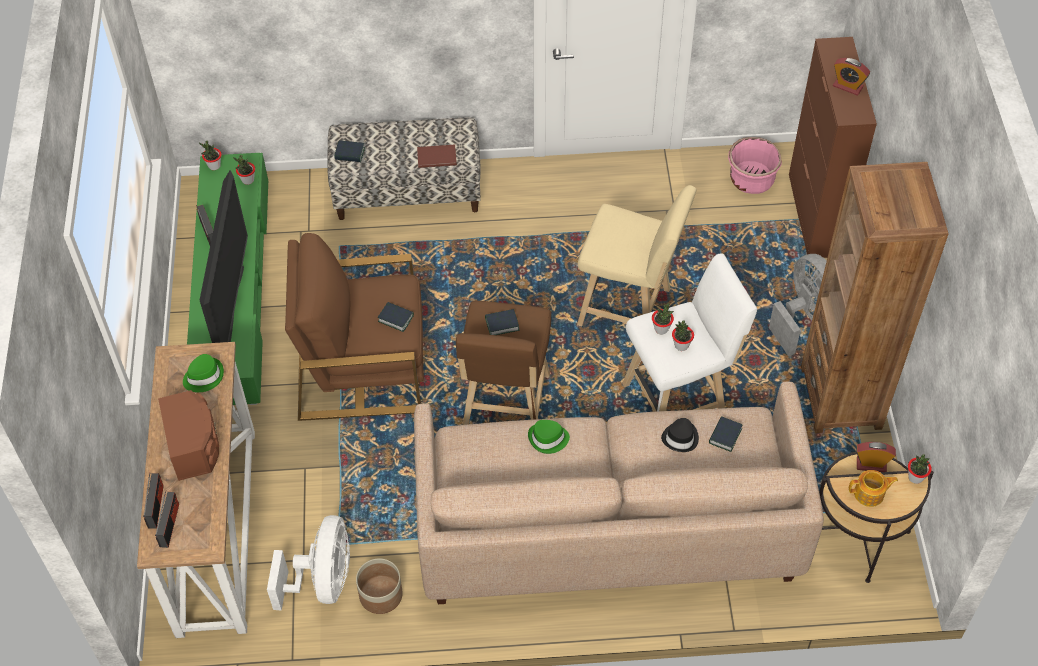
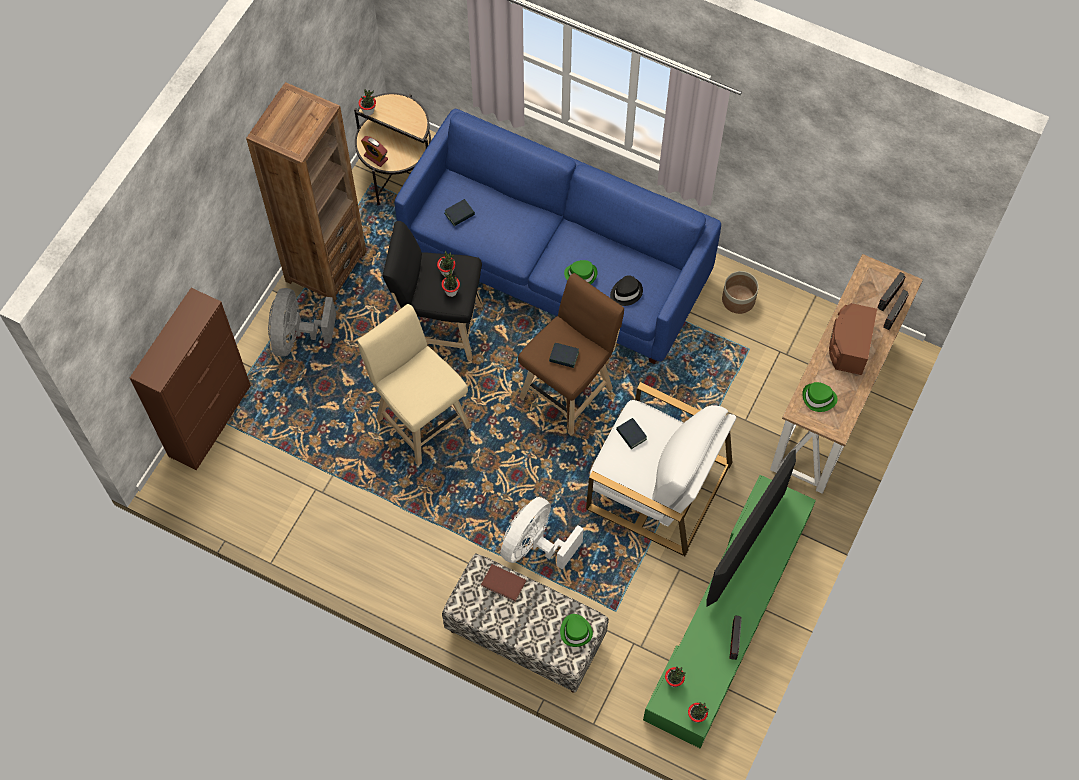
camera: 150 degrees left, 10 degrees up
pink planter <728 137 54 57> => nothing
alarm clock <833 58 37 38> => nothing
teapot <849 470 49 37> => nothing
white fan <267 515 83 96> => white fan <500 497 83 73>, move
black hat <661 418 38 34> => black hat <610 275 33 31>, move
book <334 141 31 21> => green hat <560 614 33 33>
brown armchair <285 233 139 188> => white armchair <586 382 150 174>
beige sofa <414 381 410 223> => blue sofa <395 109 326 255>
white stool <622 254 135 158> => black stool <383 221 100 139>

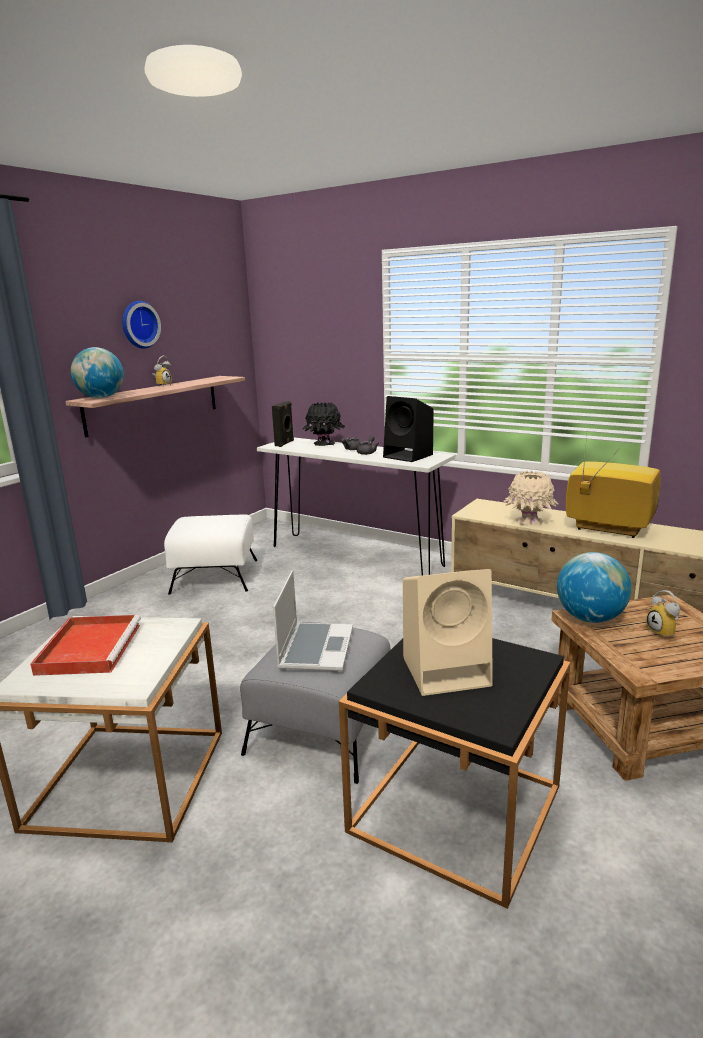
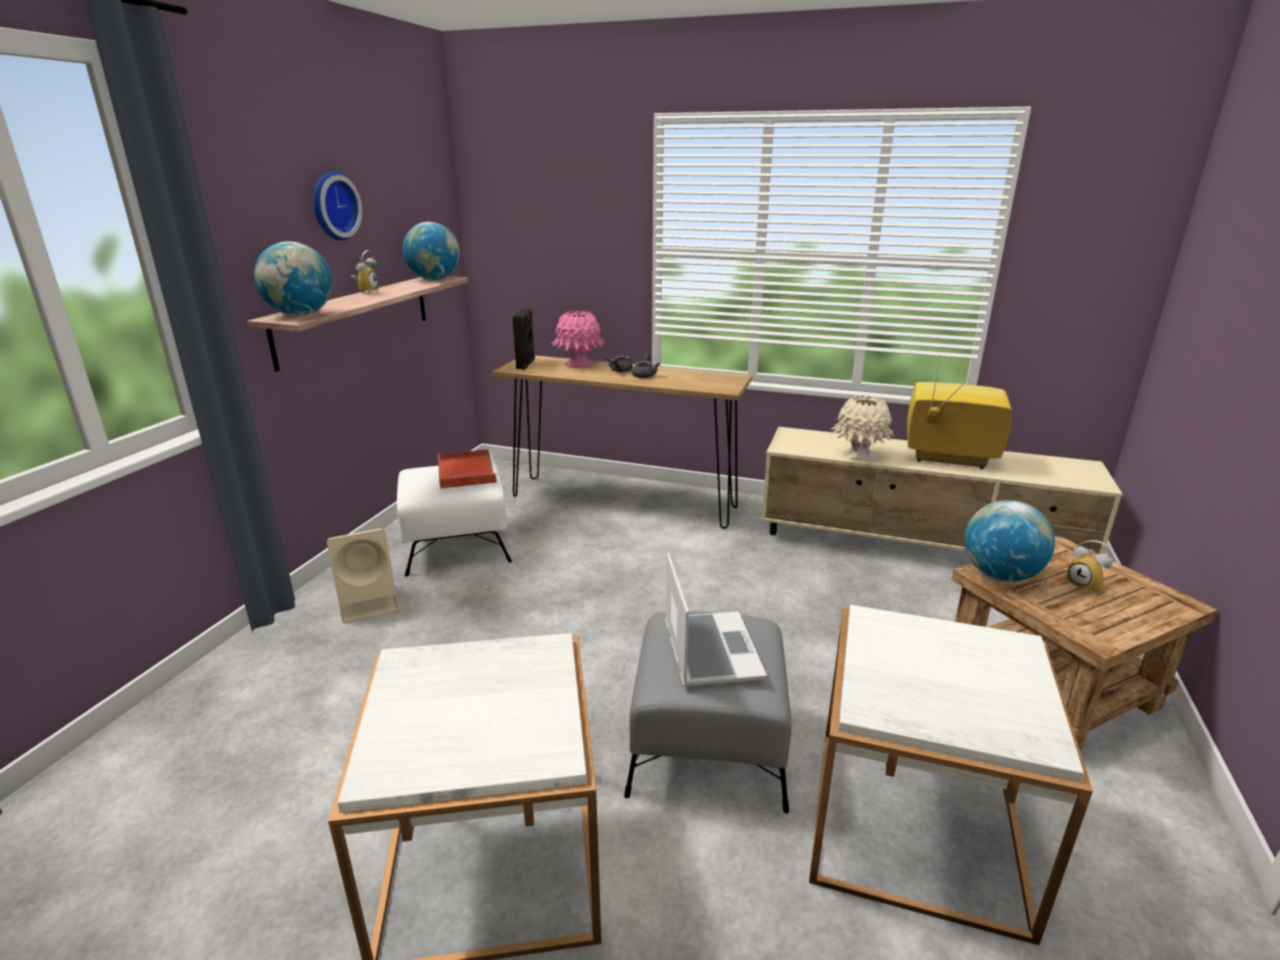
camera: 15 degrees left, 5 degrees up
black speaker <383 396 51 66> => nothing
nothing => globe <403 222 57 58>
red tray <30 615 111 61> => red tray <438 449 60 40>, move
beige speaker <403 569 90 127> => beige speaker <327 528 72 95>, move
white console table <257 438 198 137> => brown console table <492 356 261 173>
black vase <302 402 43 44> => pink vase <551 310 54 57>
black side table <339 638 232 271> => white side table <809 605 284 340>

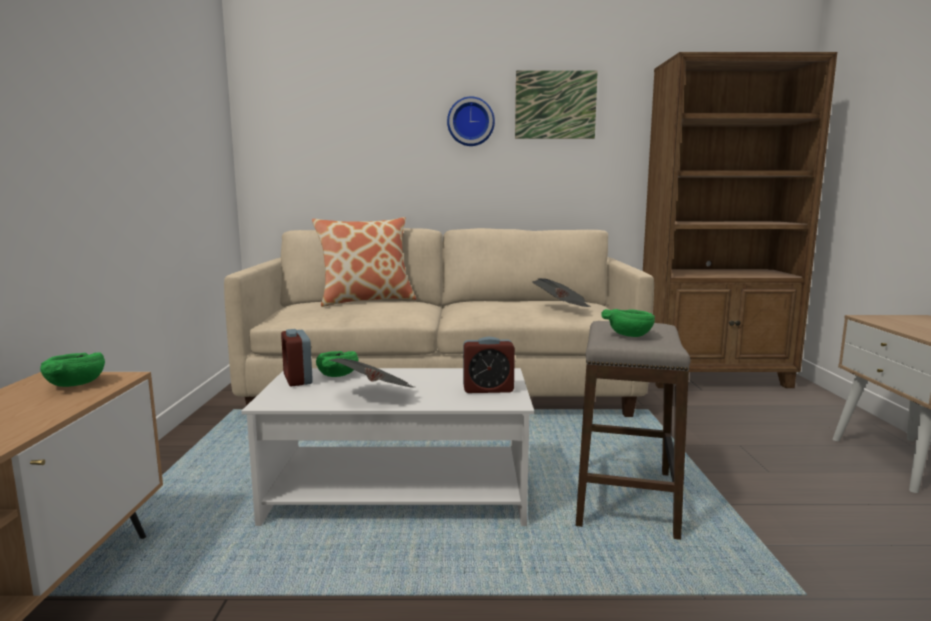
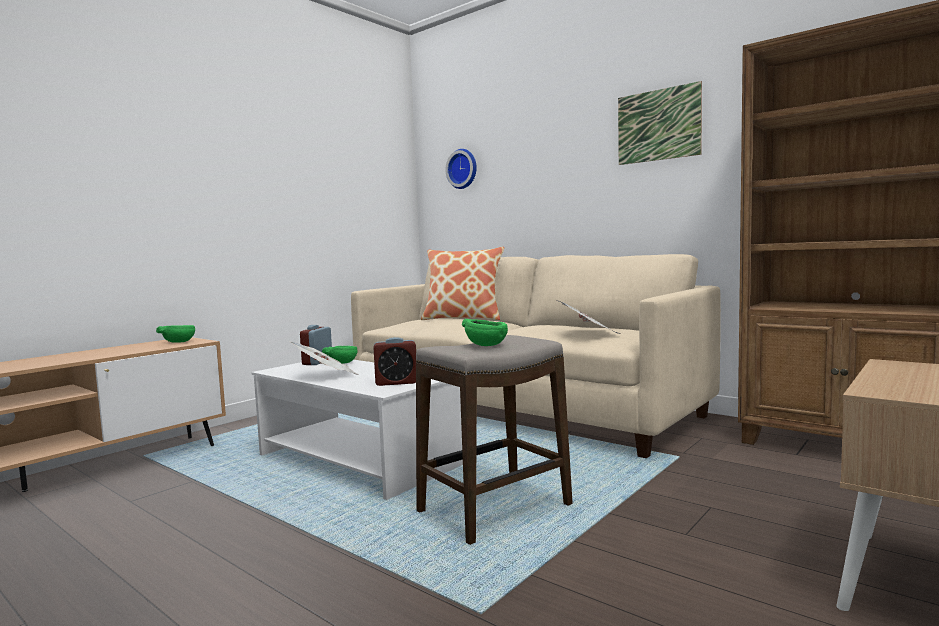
camera: 40 degrees right, 5 degrees down
wall clock <447 97 48 49> => wall clock <445 149 32 40>, move
alarm clock <463 337 52 56> => alarm clock <374 337 42 49>, 45 degrees counterclockwise

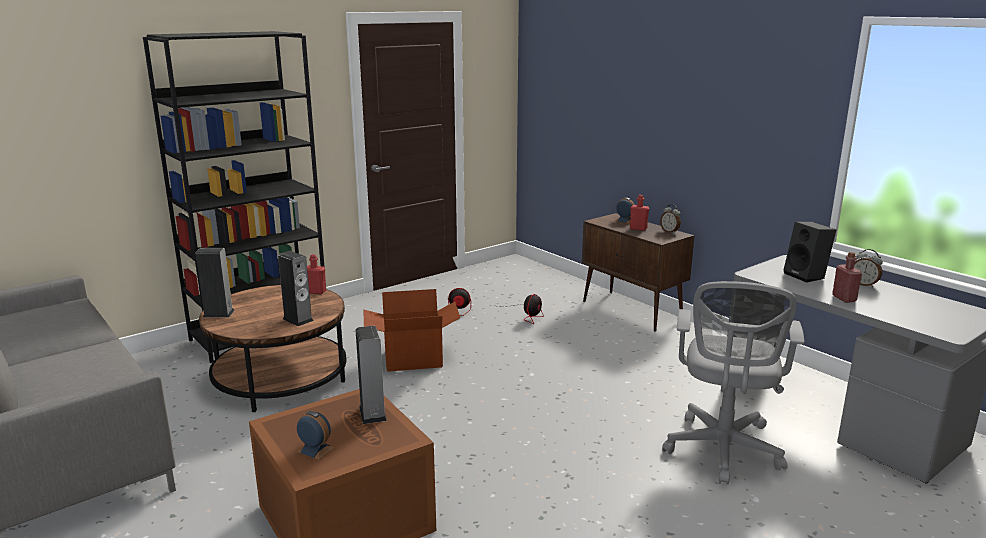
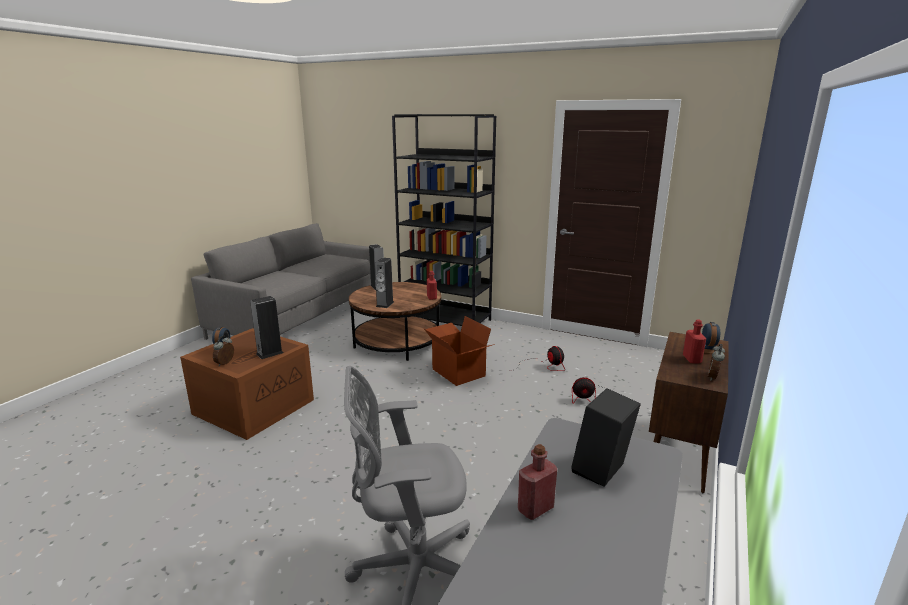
camera: 65 degrees right, 0 degrees up
alarm clock <854 249 29 39> => alarm clock <213 336 21 30>, move

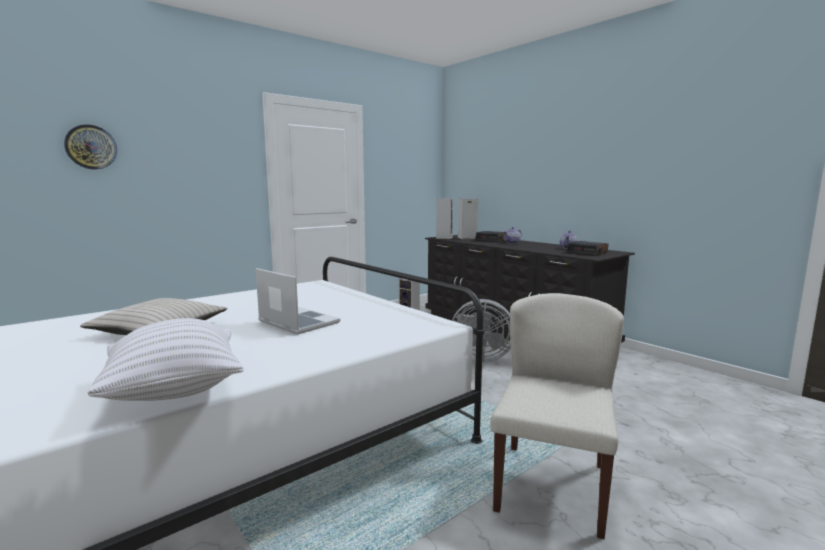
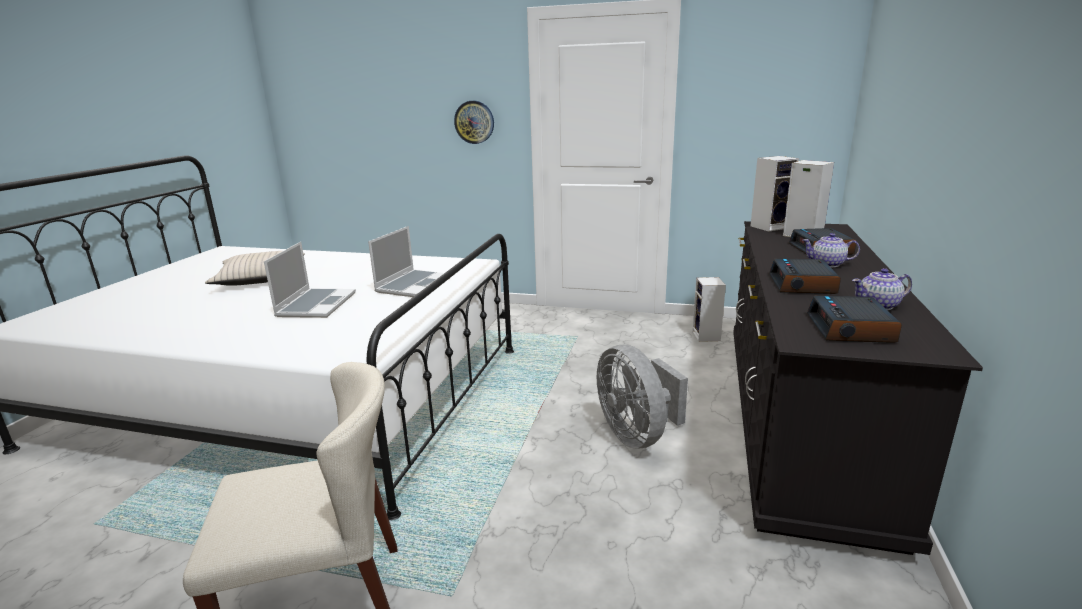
camera: 55 degrees right, 10 degrees up
white pillow <88 318 156 83> => nothing
nothing => laptop <368 226 82 71>
nothing => alarm clock <769 258 72 36>
wall clock <64 124 53 46> => wall clock <454 101 40 43>, move

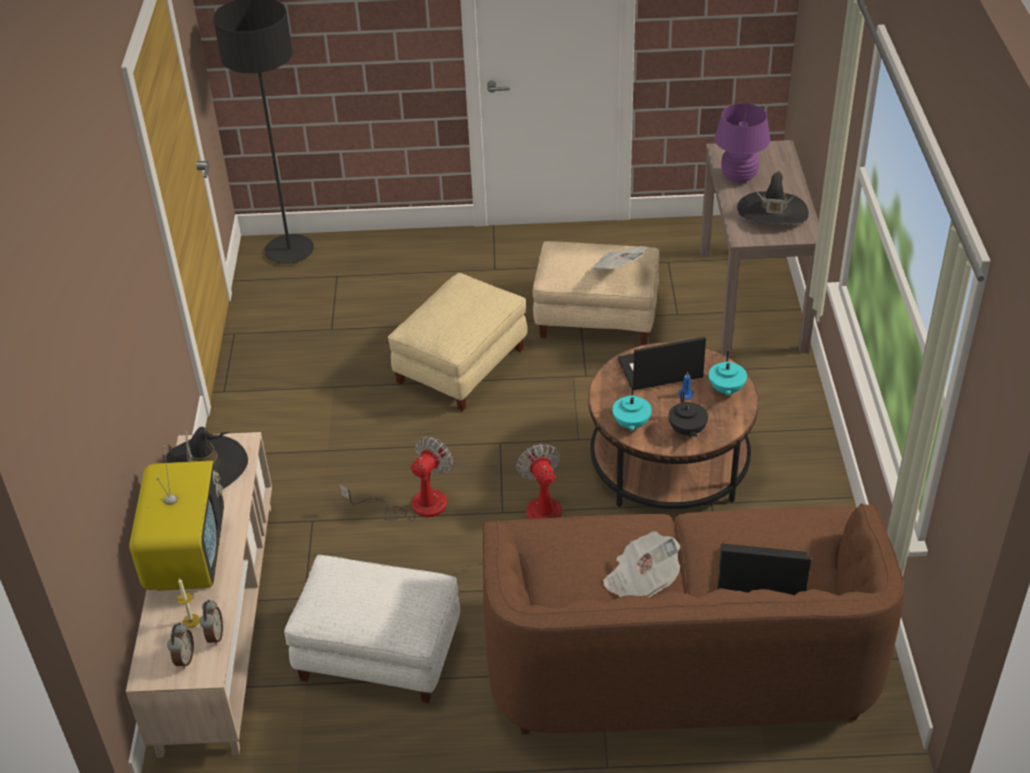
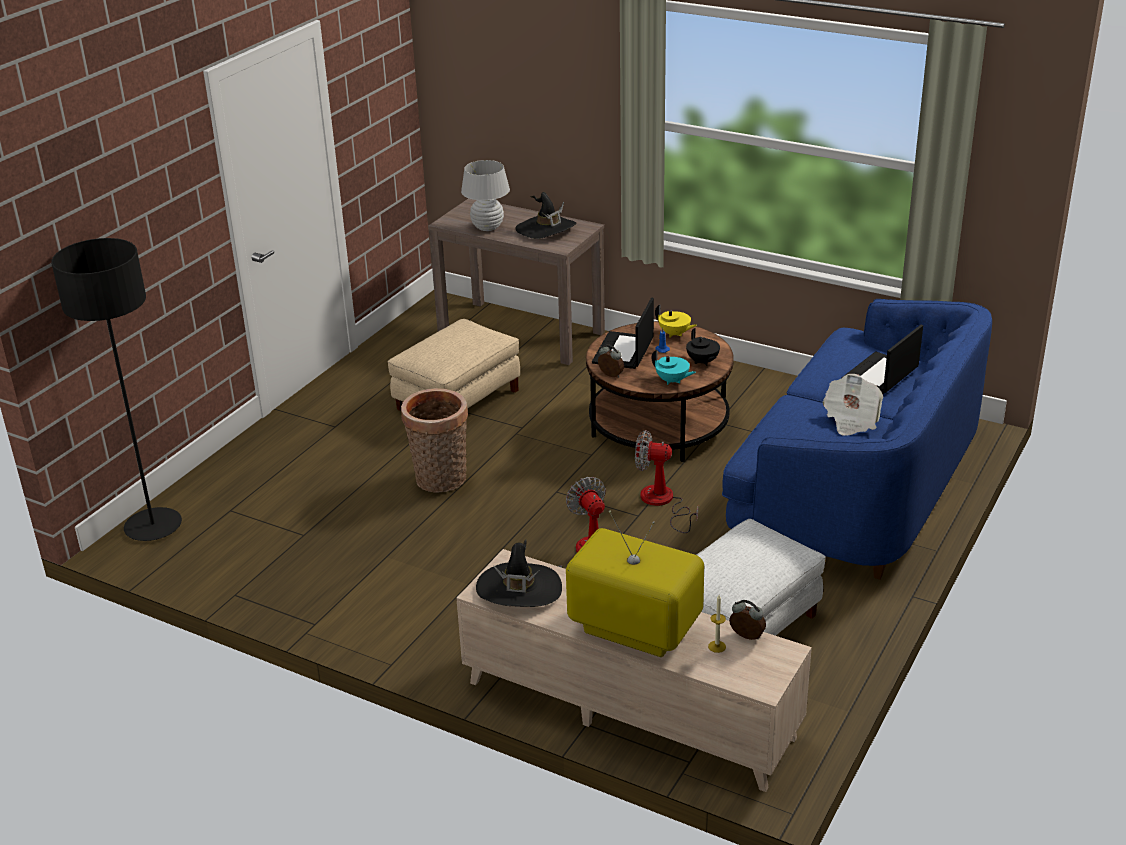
camera: 60 degrees left, 10 degrees down
newspaper <591 246 57 23> => nothing
alarm clock <167 622 27 47> => alarm clock <598 344 26 33>, move
beige ottoman <388 273 139 138> => basket <401 388 67 104>
brown sofa <483 503 421 232> => blue sofa <722 299 270 281>
turquoise teapot <709 351 38 46> => yellow teapot <655 305 42 33>
purple table lamp <714 103 56 80> => white table lamp <461 160 49 71>
black teapot <669 391 39 47> => black teapot <686 328 34 38>, 45 degrees clockwise

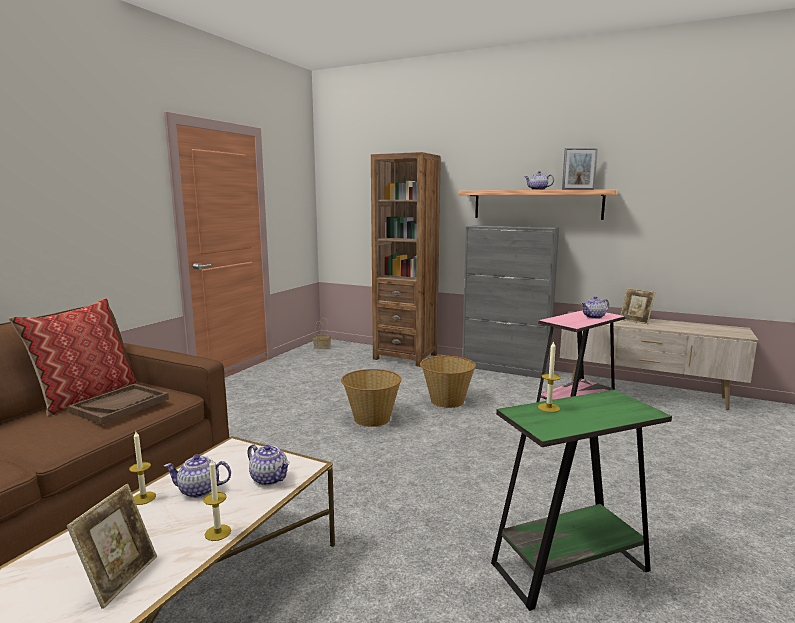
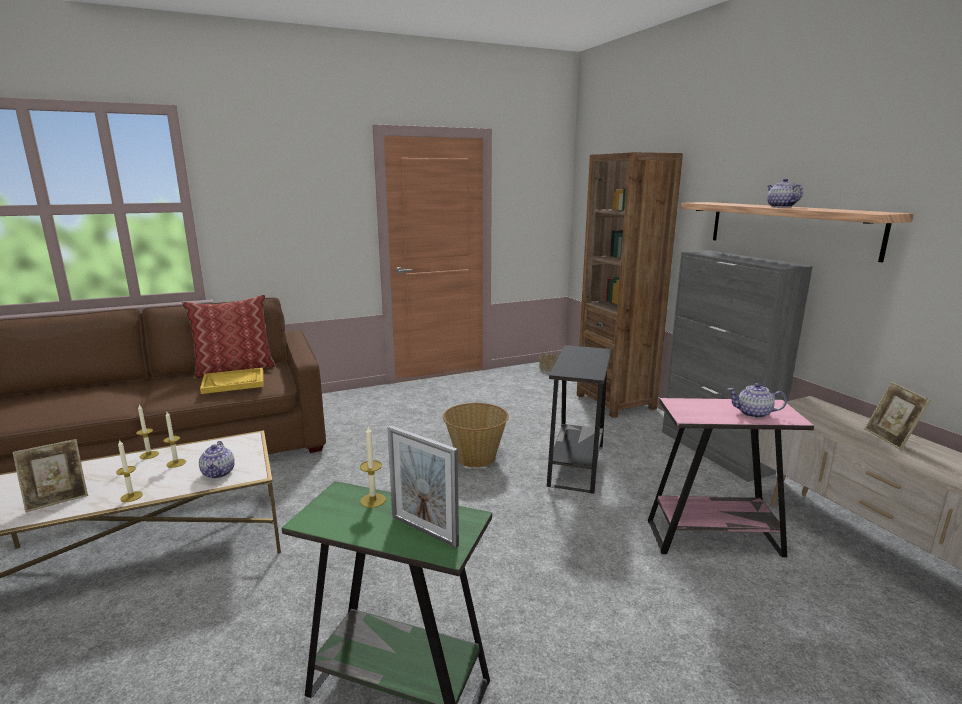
camera: 40 degrees right, 5 degrees up
picture frame <562 148 36 42> => picture frame <387 425 72 123>, move
teapot <164 455 67 43> => candle <163 412 23 56>
basket <420 356 56 52> => black side table <547 345 64 149>
brown tray <68 384 101 41> => yellow tray <200 368 63 26>

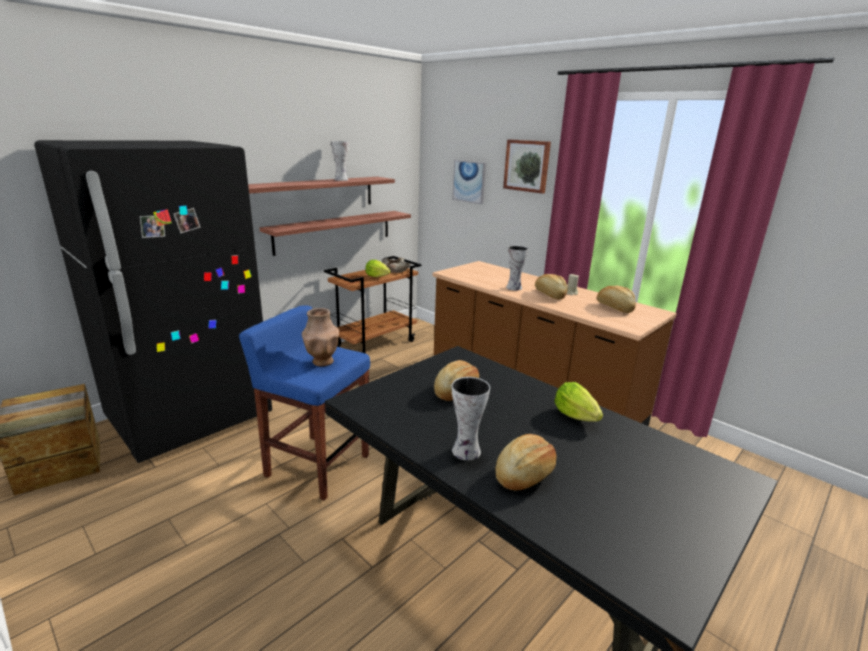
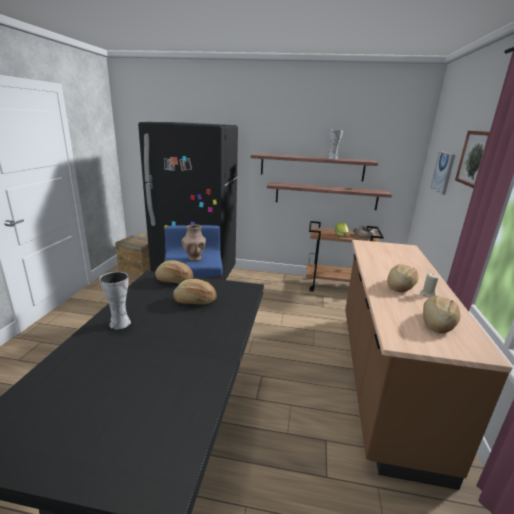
camera: 55 degrees right, 0 degrees up
vase <506 246 22 45> => nothing
lettuce <554 382 49 40> => nothing
bread <496 434 60 57> => bread <155 260 38 24>, move

